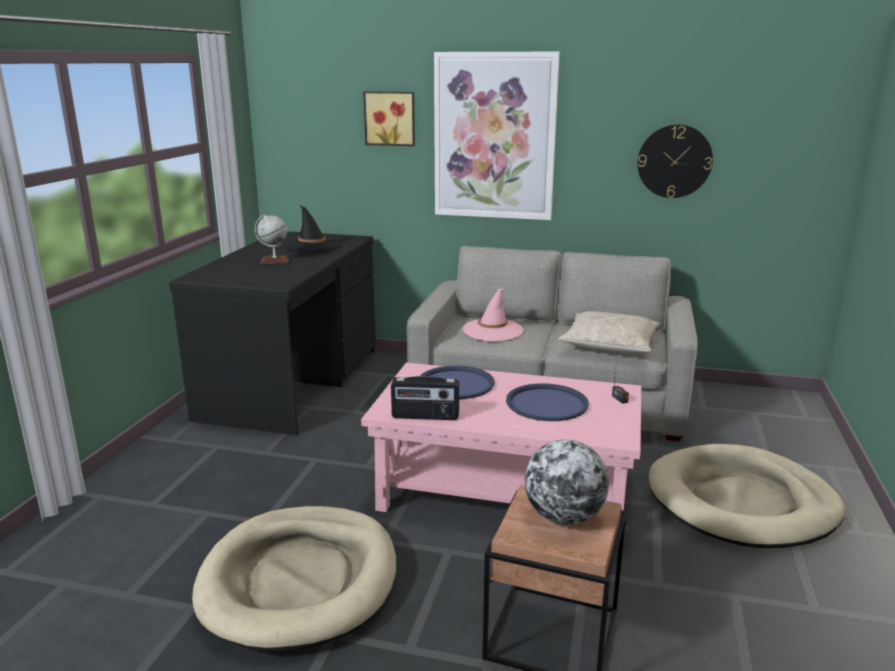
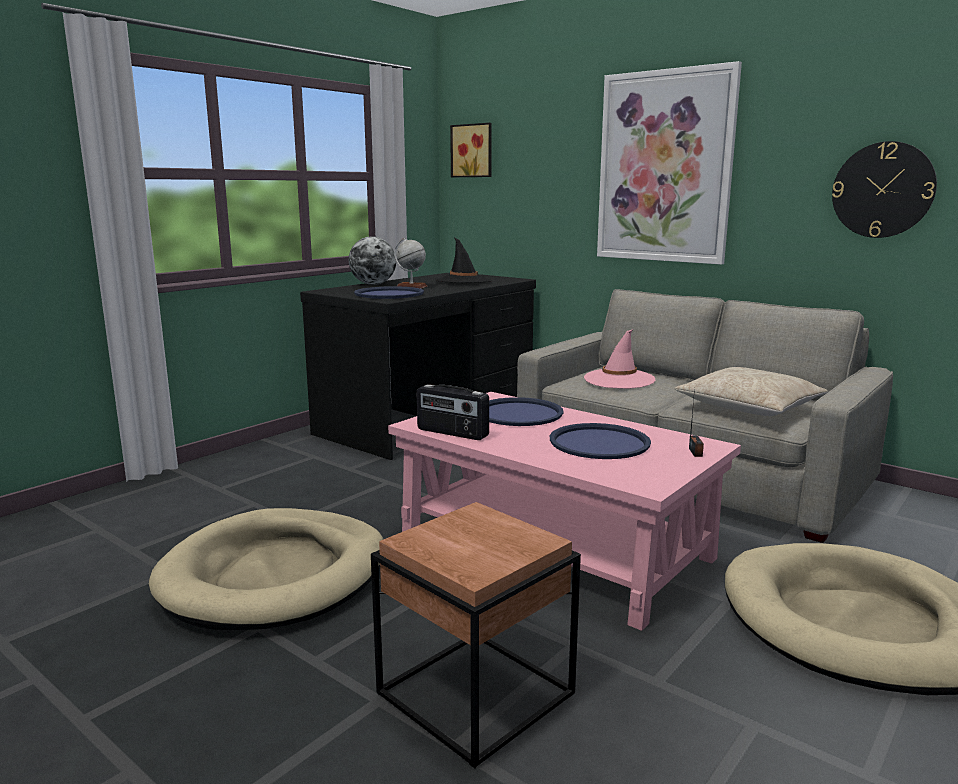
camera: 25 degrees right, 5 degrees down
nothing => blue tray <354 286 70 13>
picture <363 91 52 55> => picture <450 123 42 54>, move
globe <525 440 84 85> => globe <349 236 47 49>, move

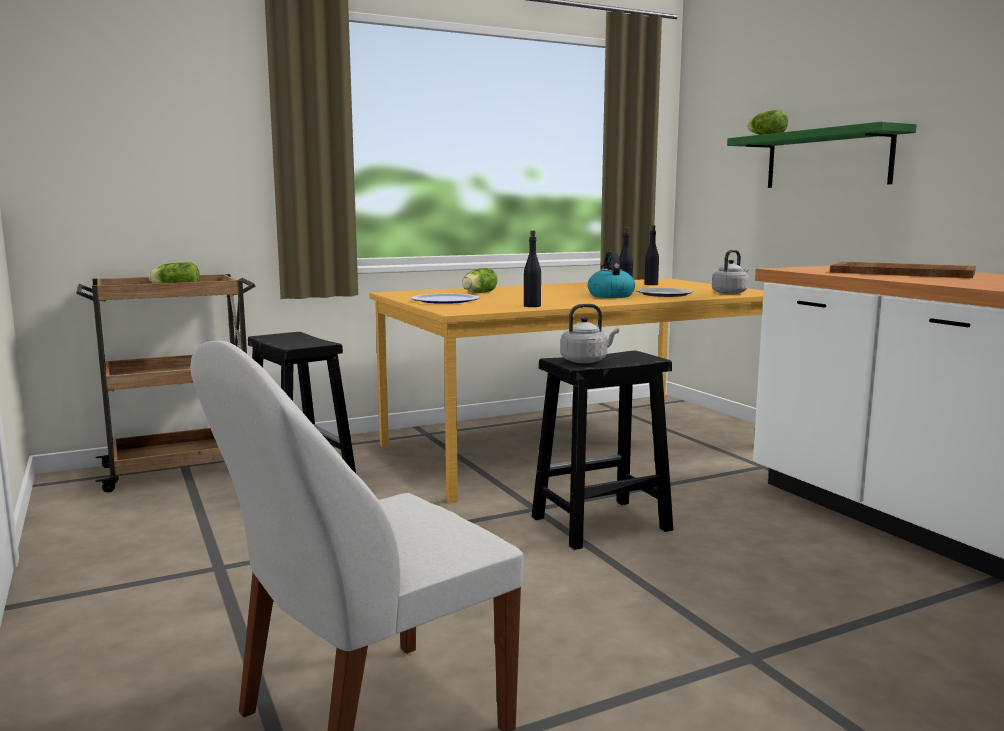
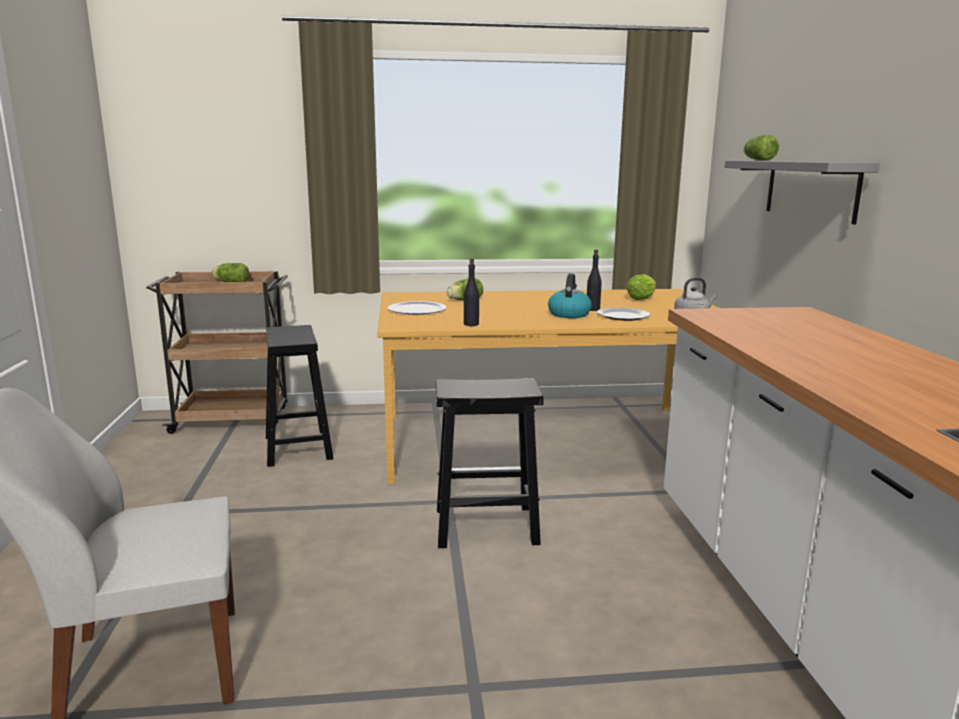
camera: 20 degrees right, 5 degrees up
grey kettle <561 304 58 59> => nothing
brown tray <830 262 146 16> => nothing
black bottle <644 225 15 60> => lettuce <626 274 30 26>
green shelf <727 121 190 67> => grey shelf <724 160 156 65>

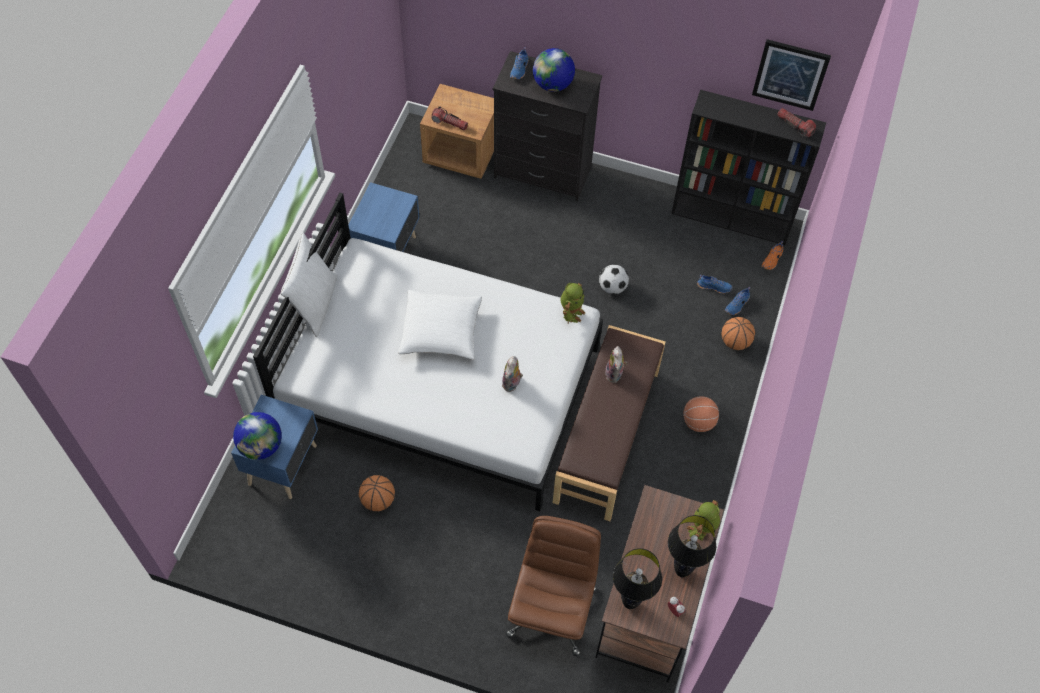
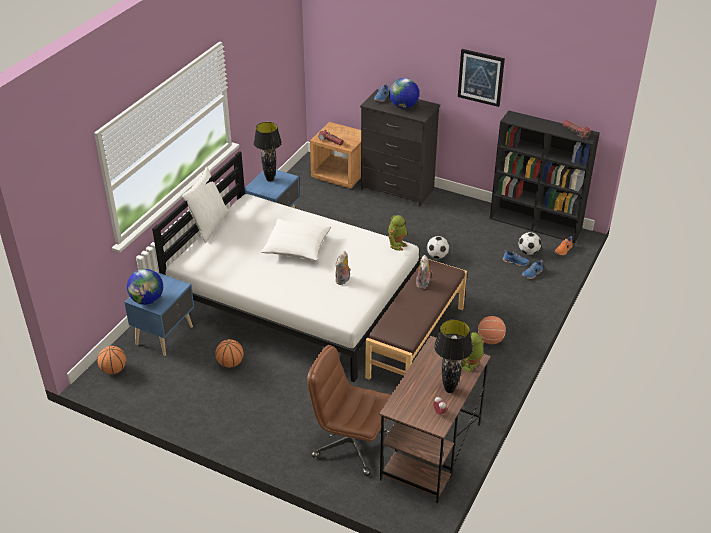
camera: 10 degrees right, 20 degrees down
nothing => football <519 232 22 23>
black table lamp <613 548 49 61> => black table lamp <254 122 28 60>, move
basketball <721 317 34 33> => basketball <97 346 29 28>, move
picture <752 39 79 72> => picture <458 49 47 58>, move
brown office chair <506 516 95 140> => brown office chair <307 345 84 131>, 90 degrees counterclockwise

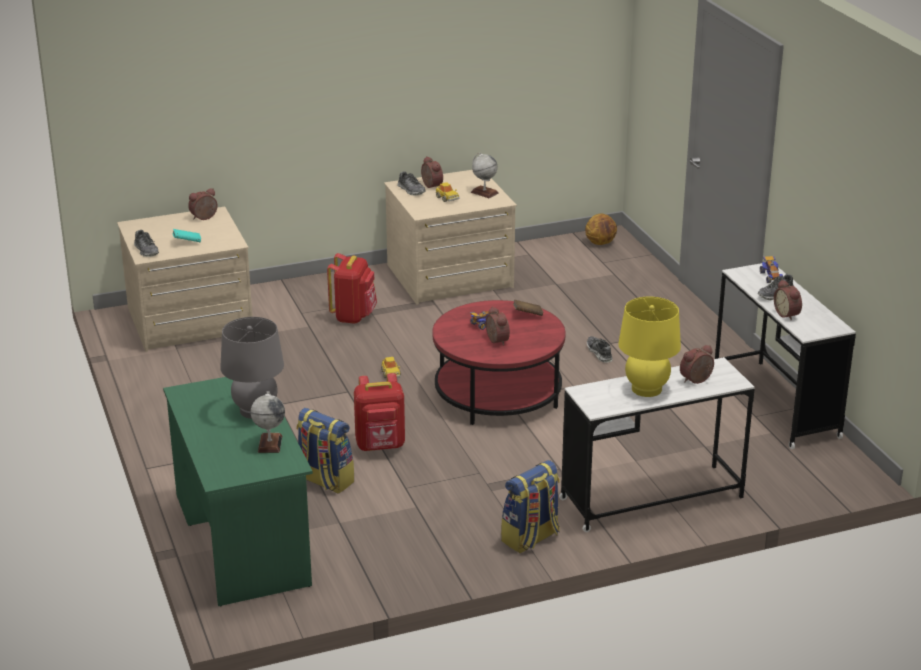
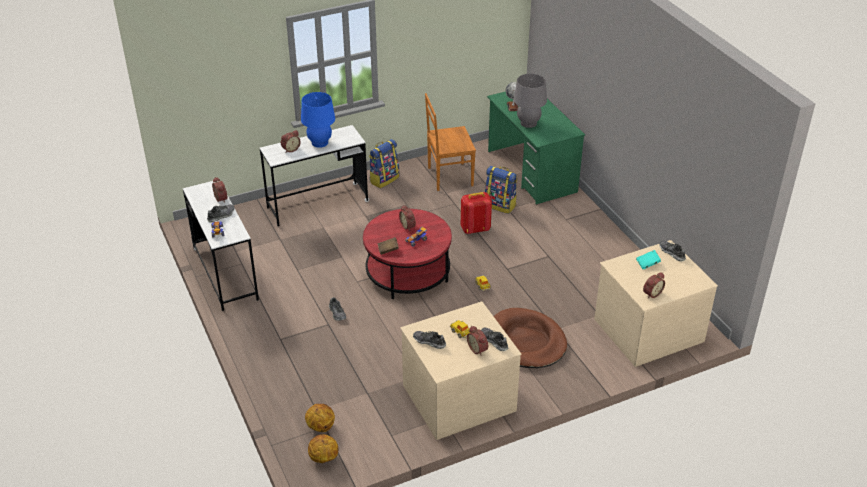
camera: 175 degrees right, 10 degrees up
nothing => basketball <305 404 30 28>
nothing => brown chair <425 93 51 98>
red backpack <327 253 50 71> => brown dog bed <494 308 73 60>
globe <471 153 28 45> => shoe <413 331 33 18>
yellow table lamp <618 297 63 100> => blue table lamp <301 92 34 56>

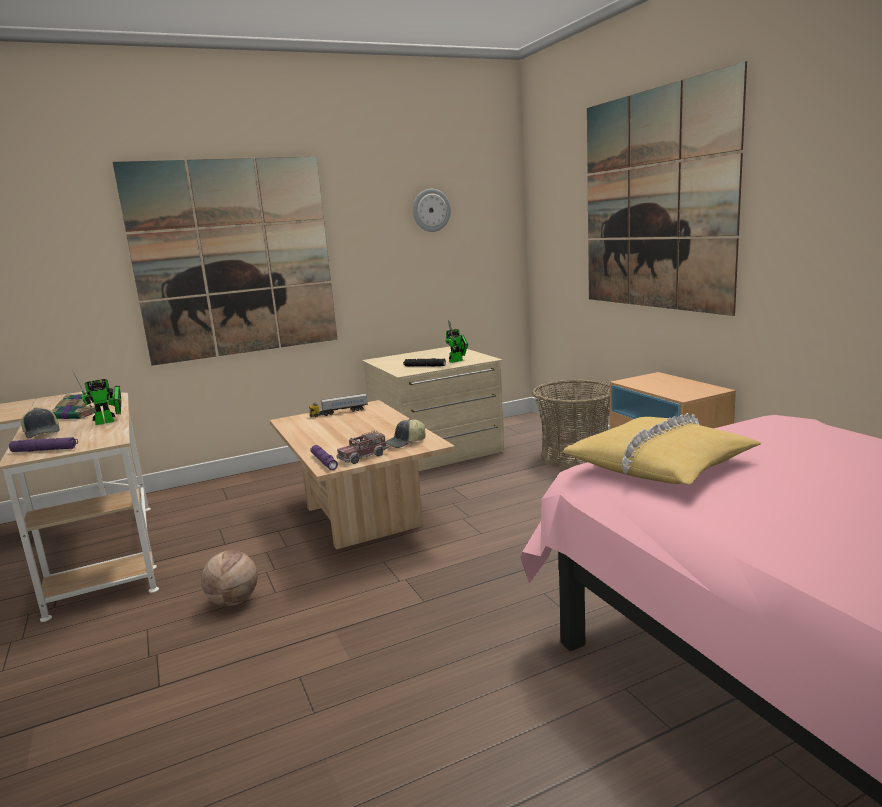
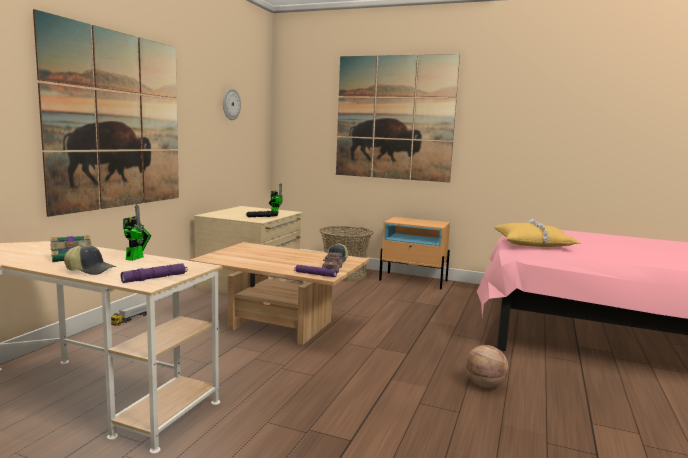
camera: 45 degrees left, 5 degrees down
basketball <201 551 57 55> => basketball <466 345 42 43>, move
toy truck <309 394 59 23> => toy truck <111 302 36 24>, move

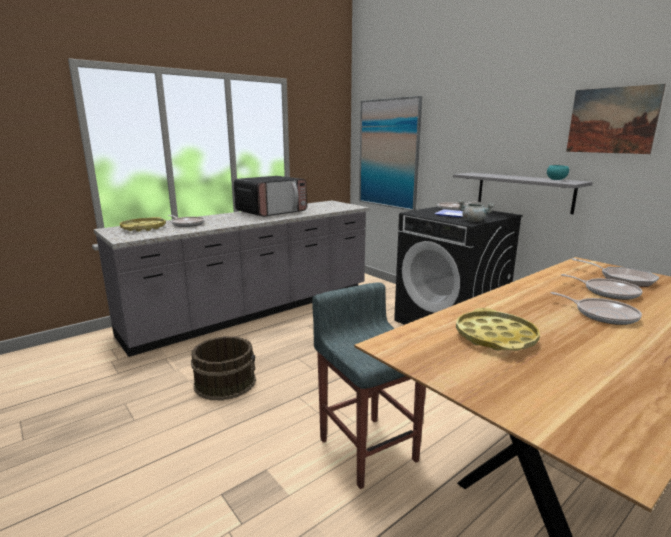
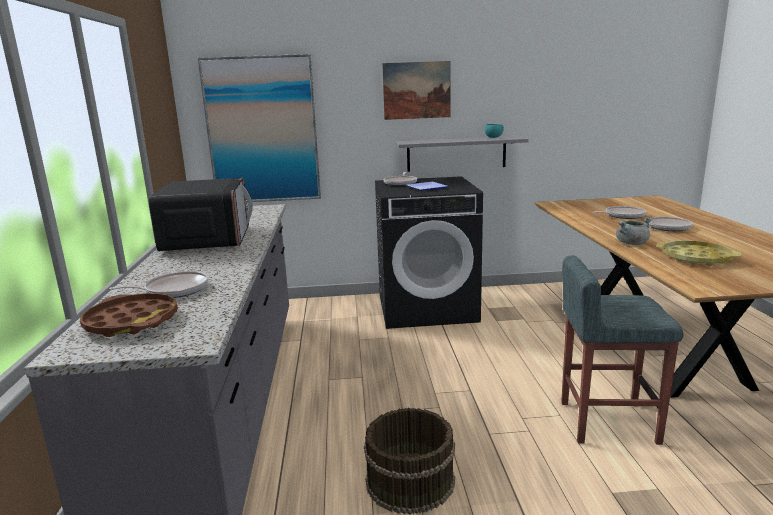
camera: 55 degrees left, 0 degrees up
frying pan <572 258 87 29> => nothing
grey cooking pot <458 200 36 22> => grey cooking pot <616 217 36 28>, move
picture <566 84 100 70> => picture <382 61 69 59>, move
yellow tray <120 217 46 15> => brown tray <80 293 98 44>

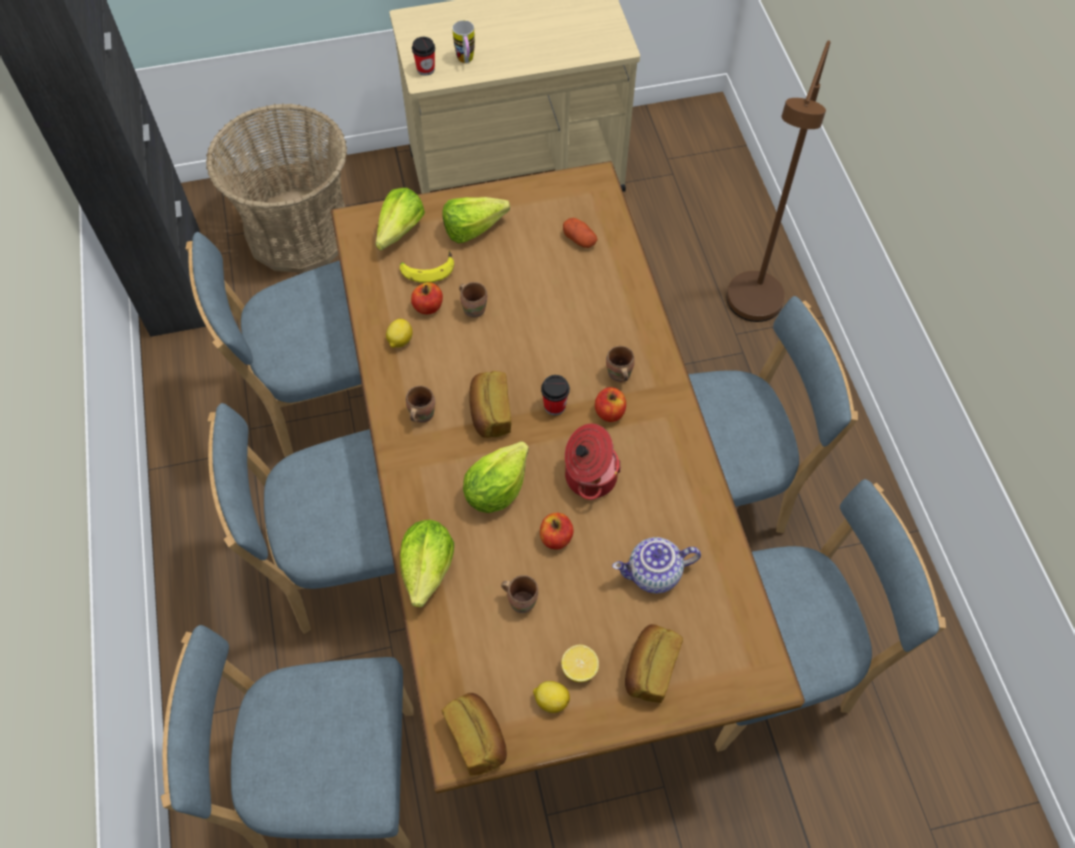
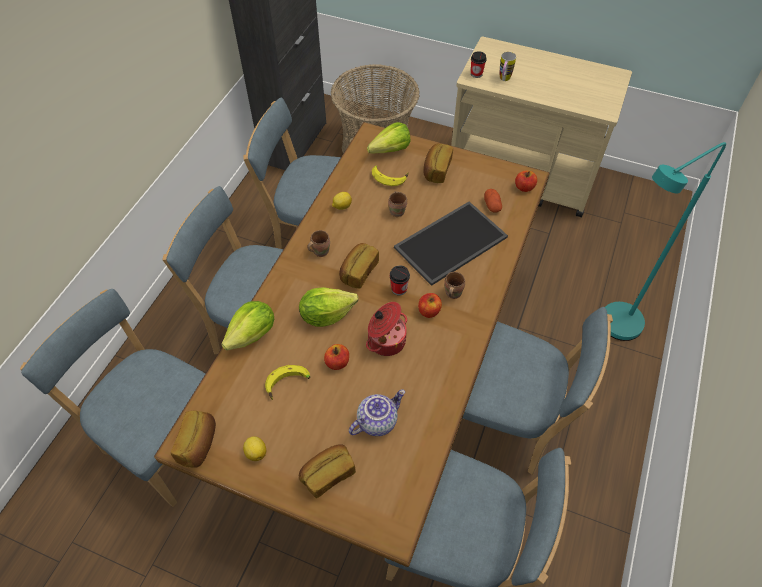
camera: 35 degrees right, 5 degrees down
lemon <561 645 38 37> => nothing
nothing => tray <394 202 114 84>
apple <411 282 32 32> => apple <515 171 22 21>, move
lettuce <443 197 67 47> => bread <423 144 30 39>
brown mug <501 575 37 38> => banana <265 365 45 35>
brown floor lamp <727 40 103 282> => turquoise floor lamp <605 142 121 199>
teapot <612 537 89 57> => teapot <349 390 56 46>, 120 degrees clockwise

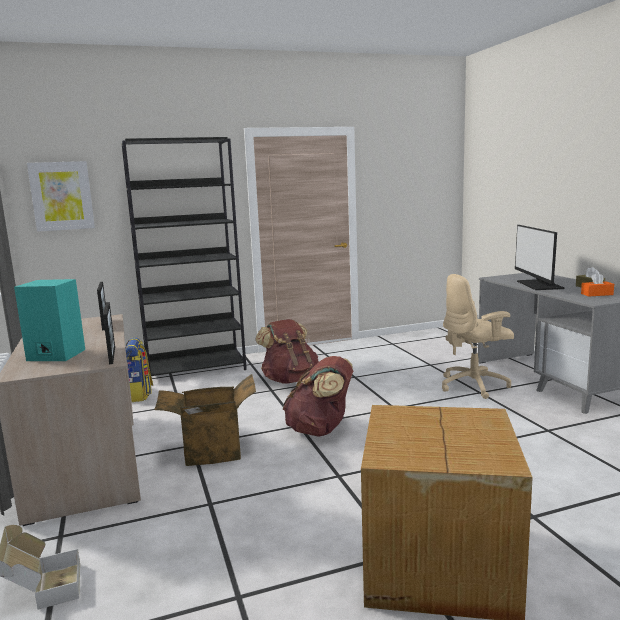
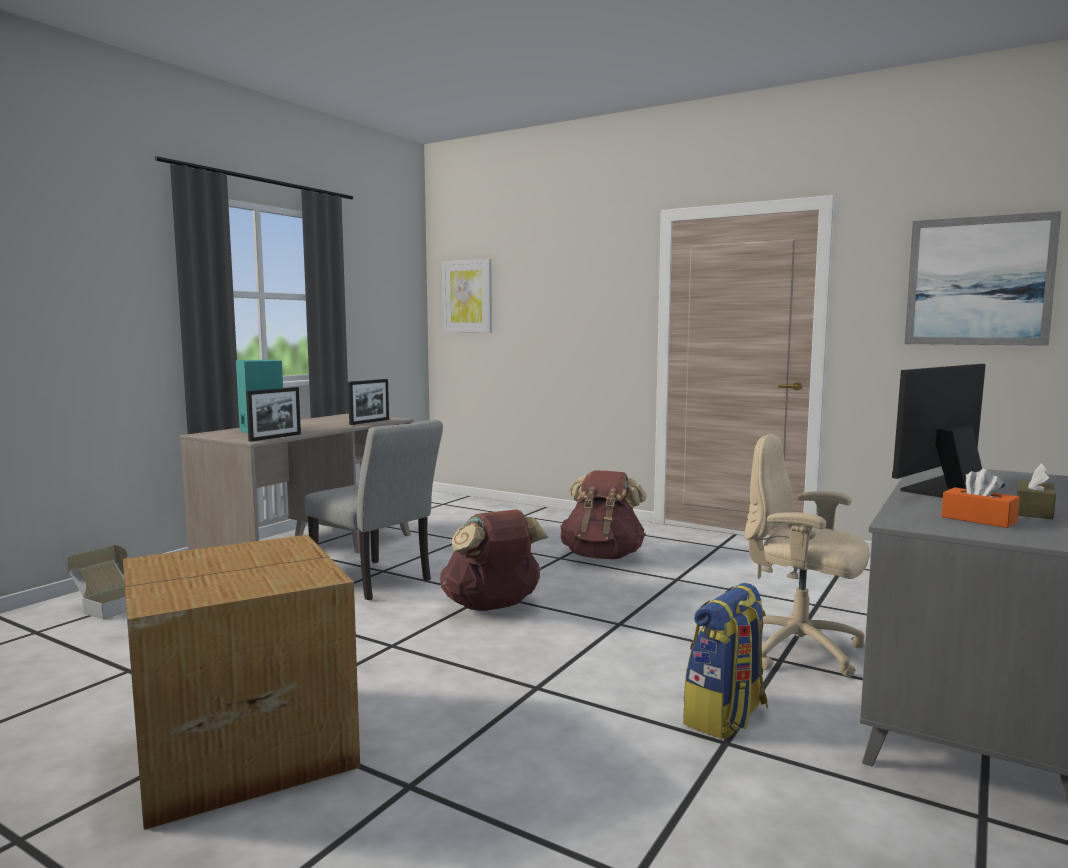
camera: 50 degrees right, 5 degrees down
black bookcase <122 137 125 241> => nothing
nothing => picture <904 211 157 135>
backpack <125 337 28 65> => backpack <683 583 85 157>, move
cardboard box <154 374 102 92> => grey chair <305 420 138 180>

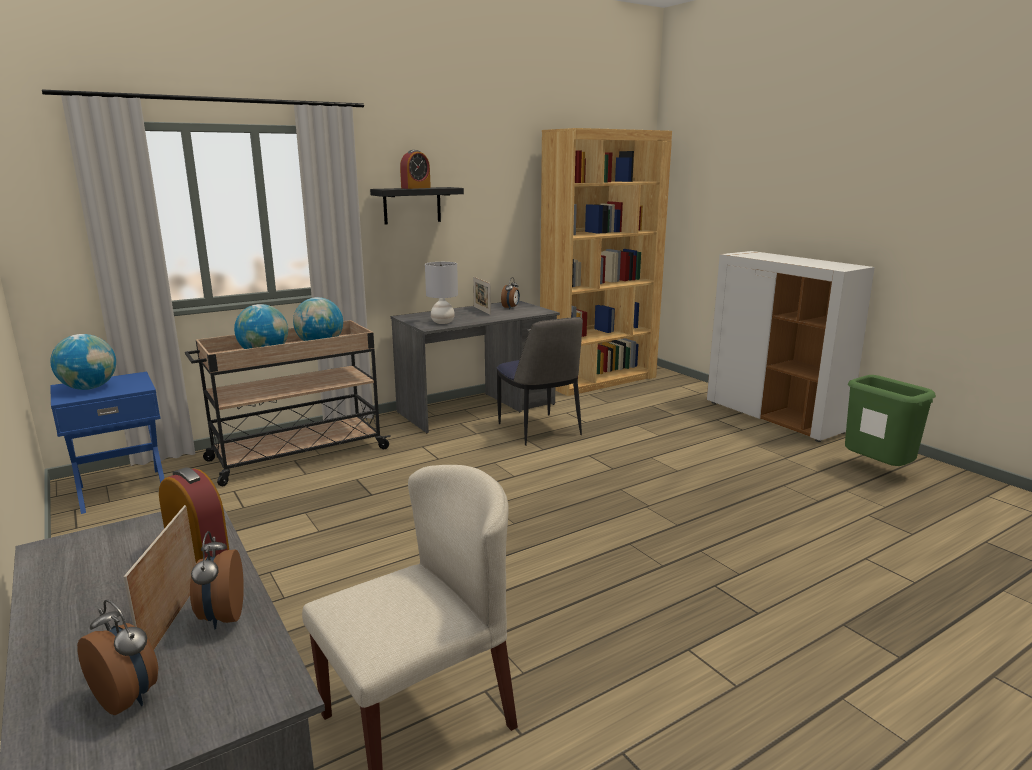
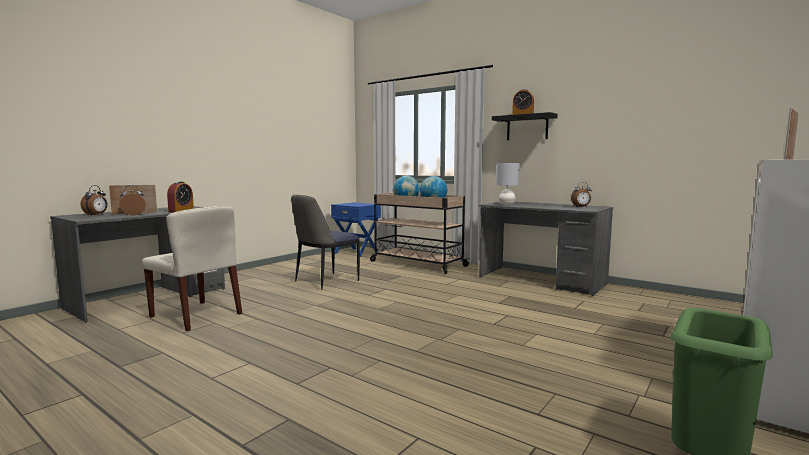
camera: 70 degrees right, 10 degrees down
globe <50 334 66 56> => nothing
brown bookcase <540 128 132 268> => nothing
picture frame <473 277 18 38> => picture frame <784 108 15 52>, move
chair <497 317 86 129> => chair <291 195 69 95>, move

